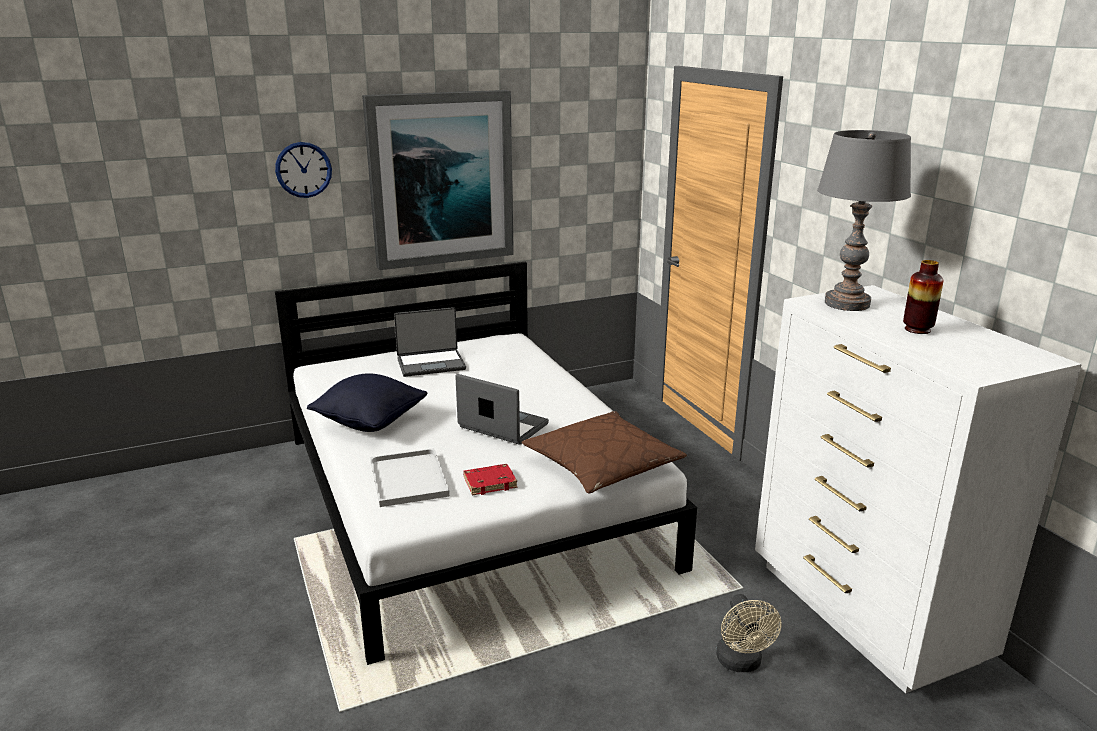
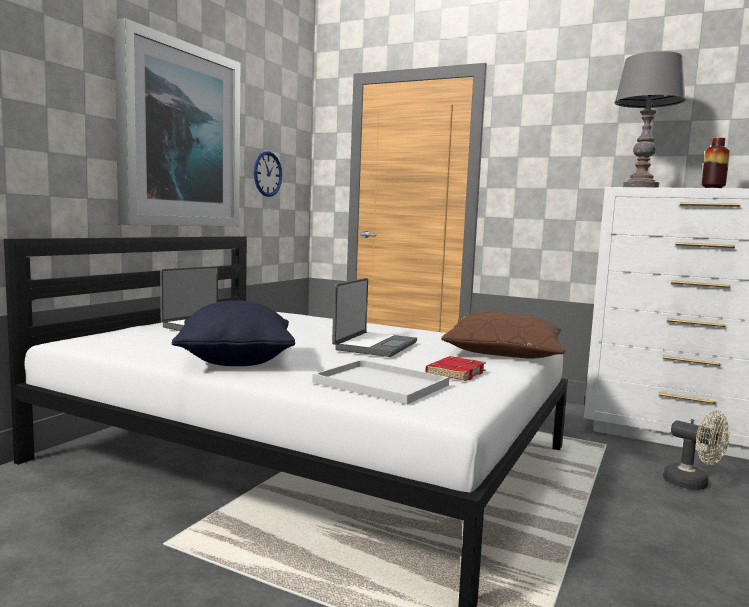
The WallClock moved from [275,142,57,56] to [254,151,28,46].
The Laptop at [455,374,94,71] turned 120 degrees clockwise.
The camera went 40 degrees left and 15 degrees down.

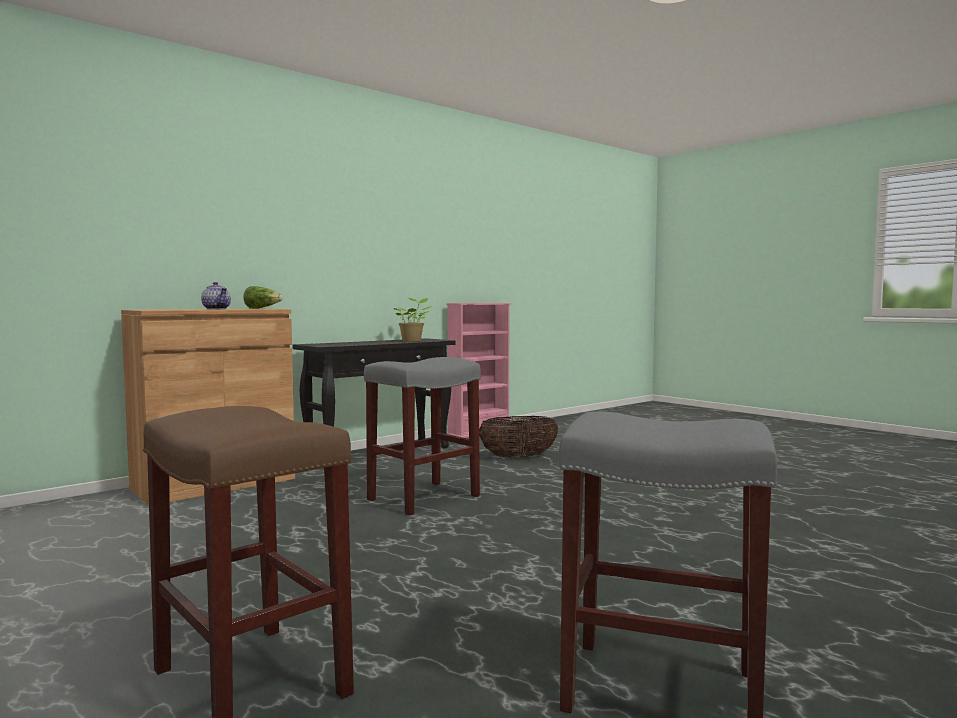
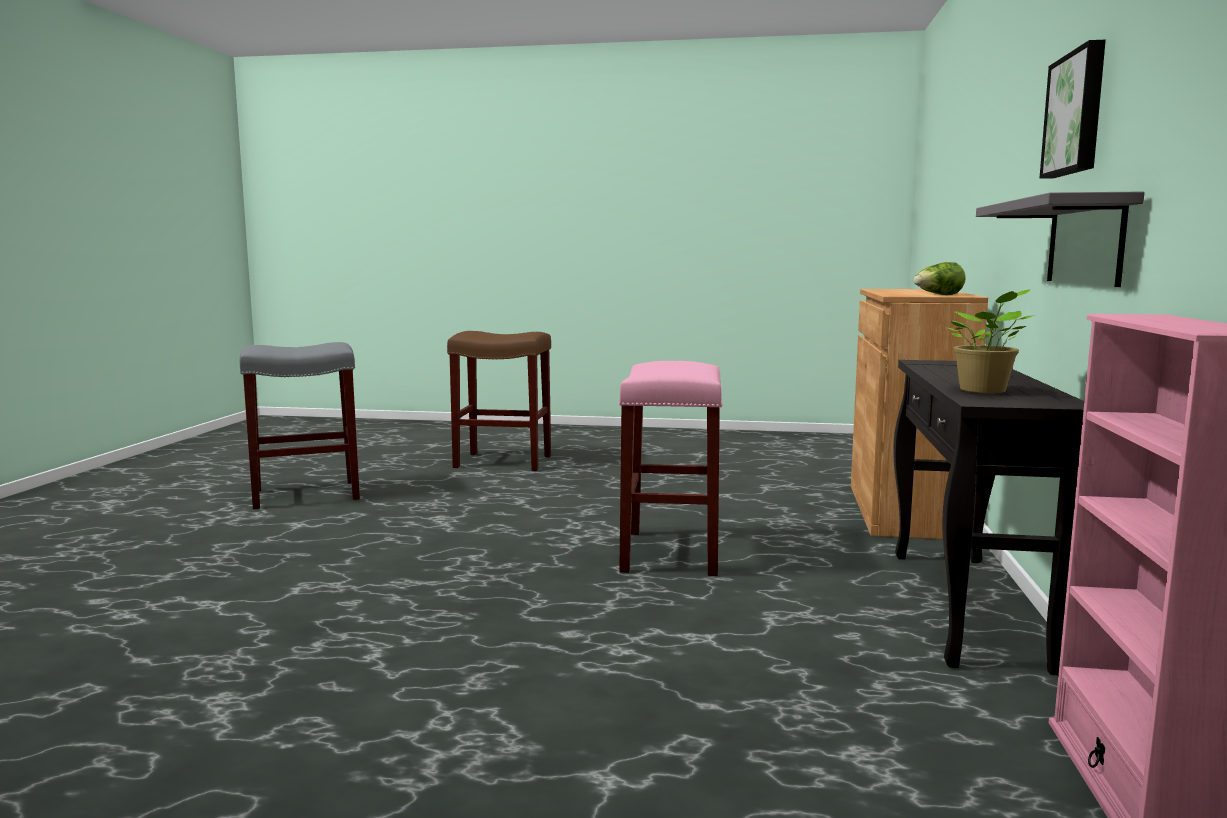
The Teapot at [201,282,30,27] disappeared.
The Basket at [479,416,80,42] disappeared.
The GreyShelf at [976,192,168,95] appeared.
The Picture at [1040,40,66,139] appeared.
The GreyStool at [364,357,117,159] became the PinkStool at [619,361,104,215].
The camera went 140 degrees right and 5 degrees up.

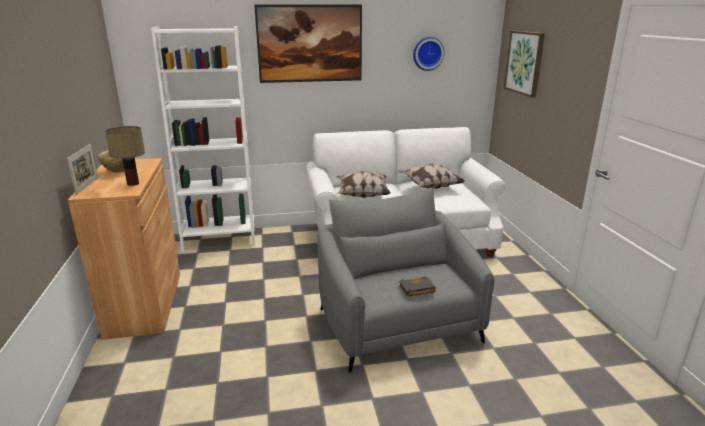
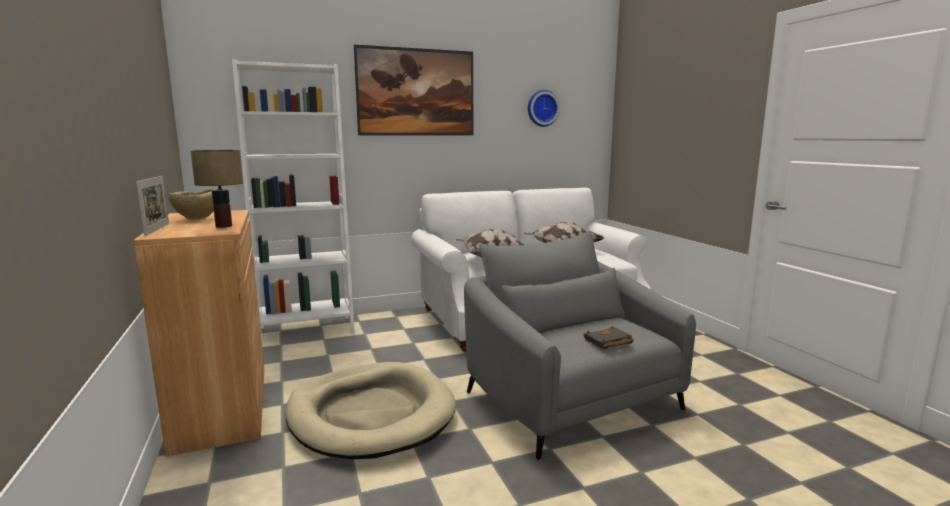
The Picture at [504,31,41,67] disappeared.
The BeigeDogBed at [285,362,171,98] appeared.
The camera went 10 degrees left and 10 degrees down.

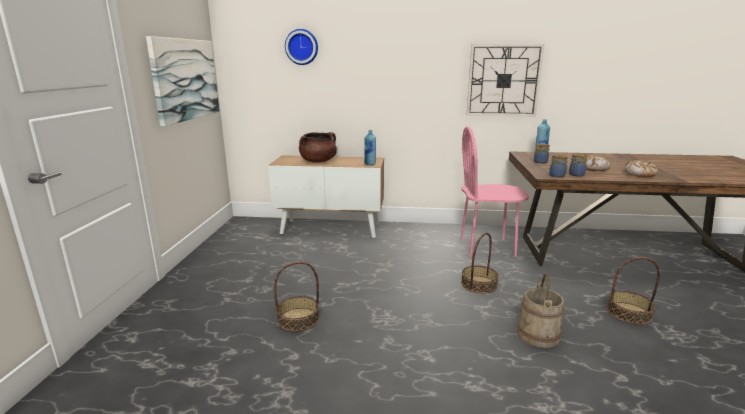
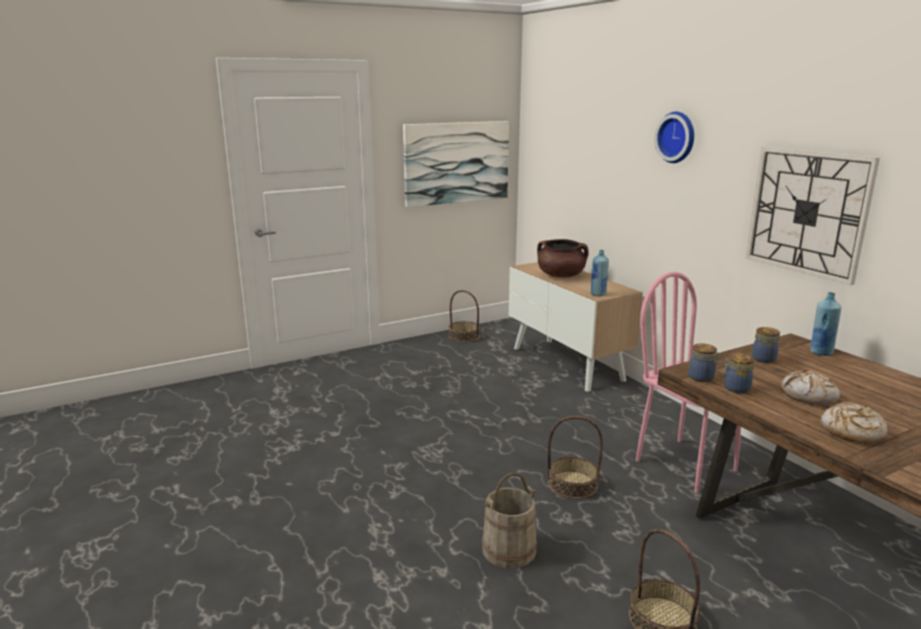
The Basket moved from [274,261,45,71] to [449,290,31,52].
The WallClock moved from [285,29,33,36] to [654,112,40,51].
The camera went 55 degrees right and 0 degrees up.

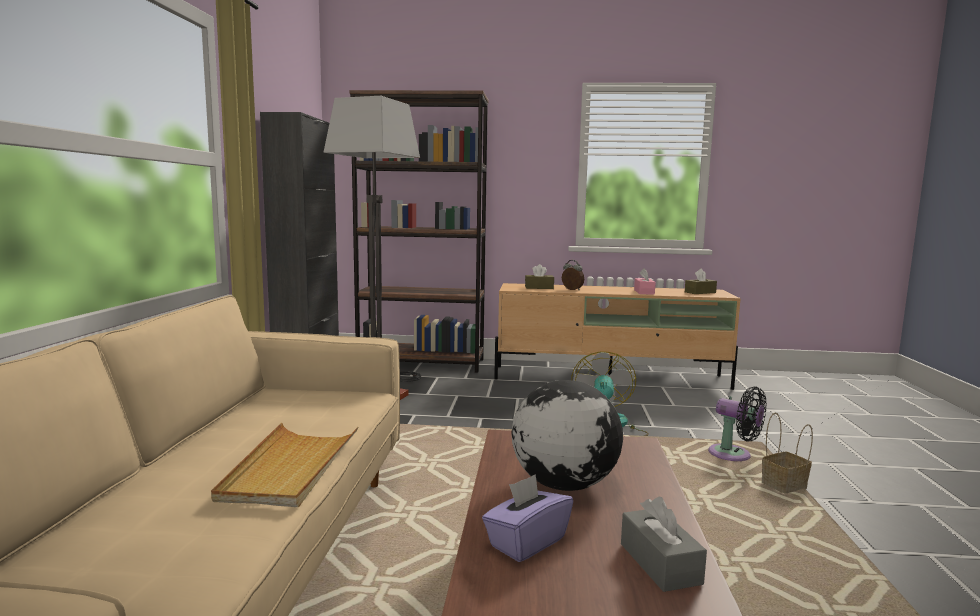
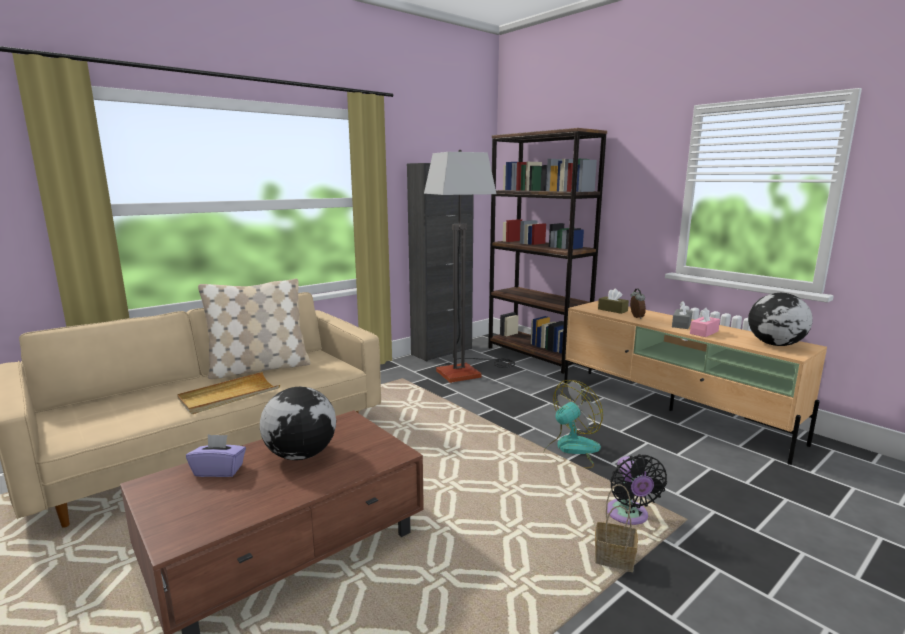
The BeigePillow at [198,279,112,100] appeared.
The GreyTissueBox moved from [621,497,86,95] to [672,301,21,28].
The BrownTissueBox at [685,269,32,25] was replaced by the Globe at [748,293,65,53].
The camera went 45 degrees right and 5 degrees up.

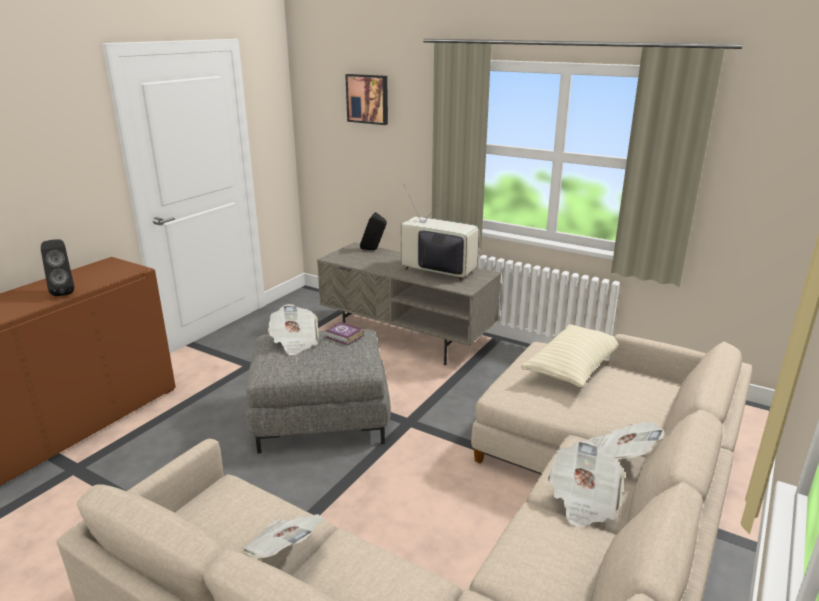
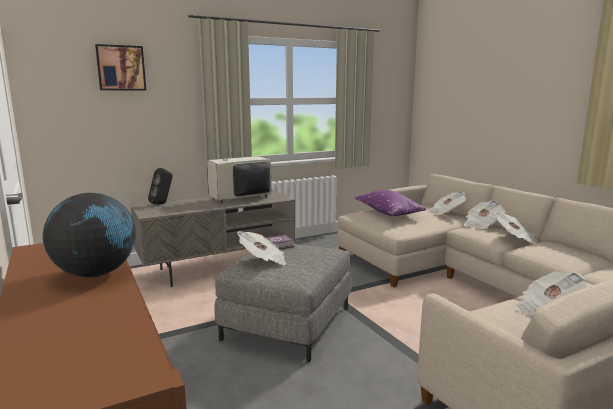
The Newspaper at [427,192,39,23] appeared.
The BlackSpeaker at [41,239,33,57] was replaced by the Globe at [43,193,93,84].
The BeigePillow at [521,325,98,62] became the PurplePillow at [355,190,71,26].
The camera went 60 degrees left and 10 degrees down.

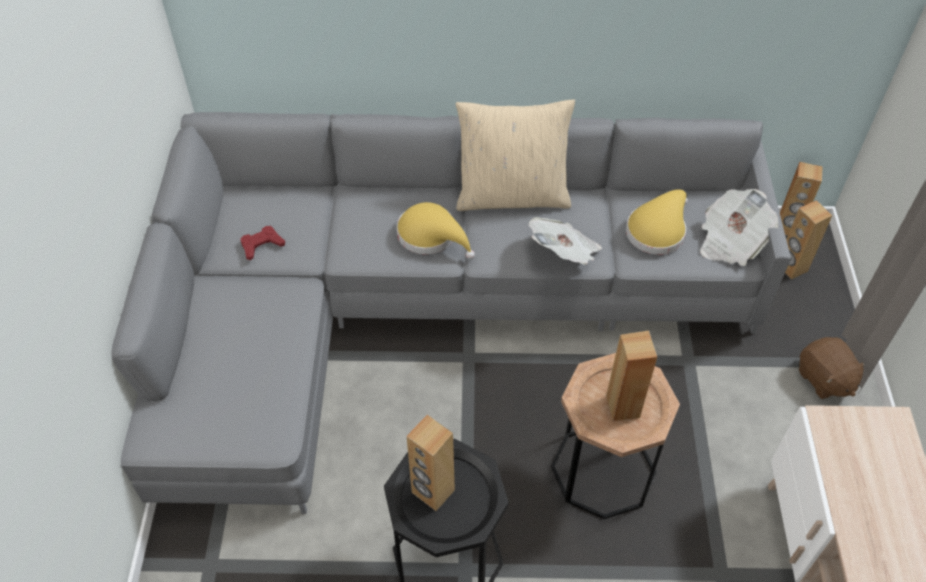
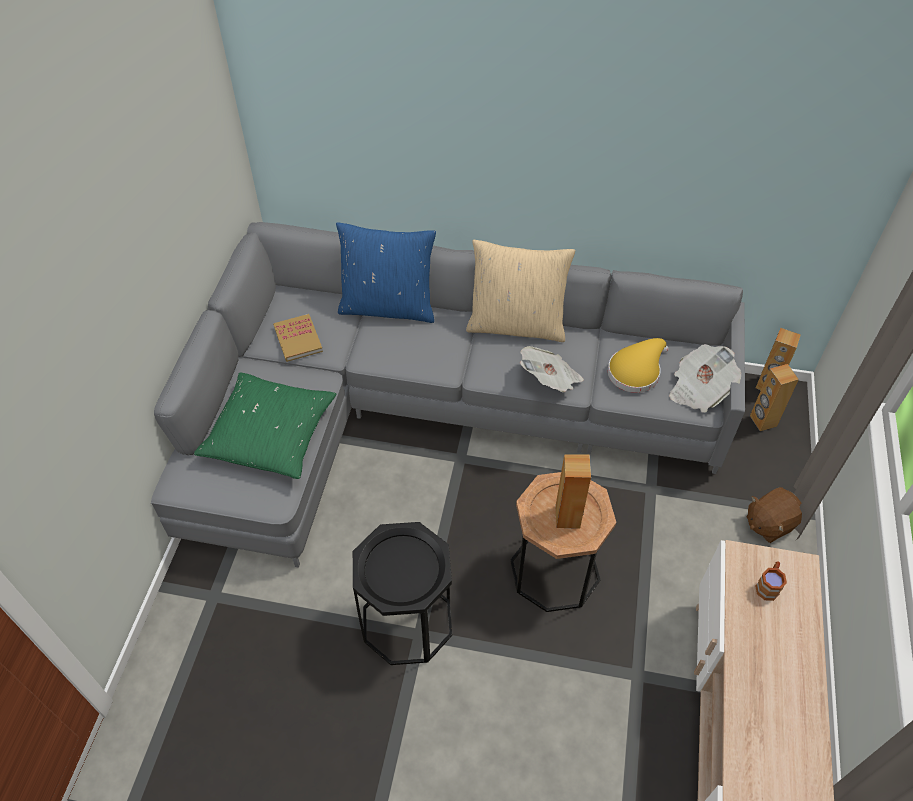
The YellowHat at [397,202,78,57] disappeared.
The BrownSpeaker at [407,415,48,96] disappeared.
The GreenPillow at [194,372,142,107] appeared.
The BluePillow at [336,222,100,101] appeared.
The BrownMug at [756,561,31,40] appeared.
The RedGameController at [241,226,44,34] was replaced by the Book at [273,314,50,48].
The BrownPlushToy at [799,337,65,62] turned 75 degrees clockwise.
The camera went 10 degrees right and 0 degrees up.

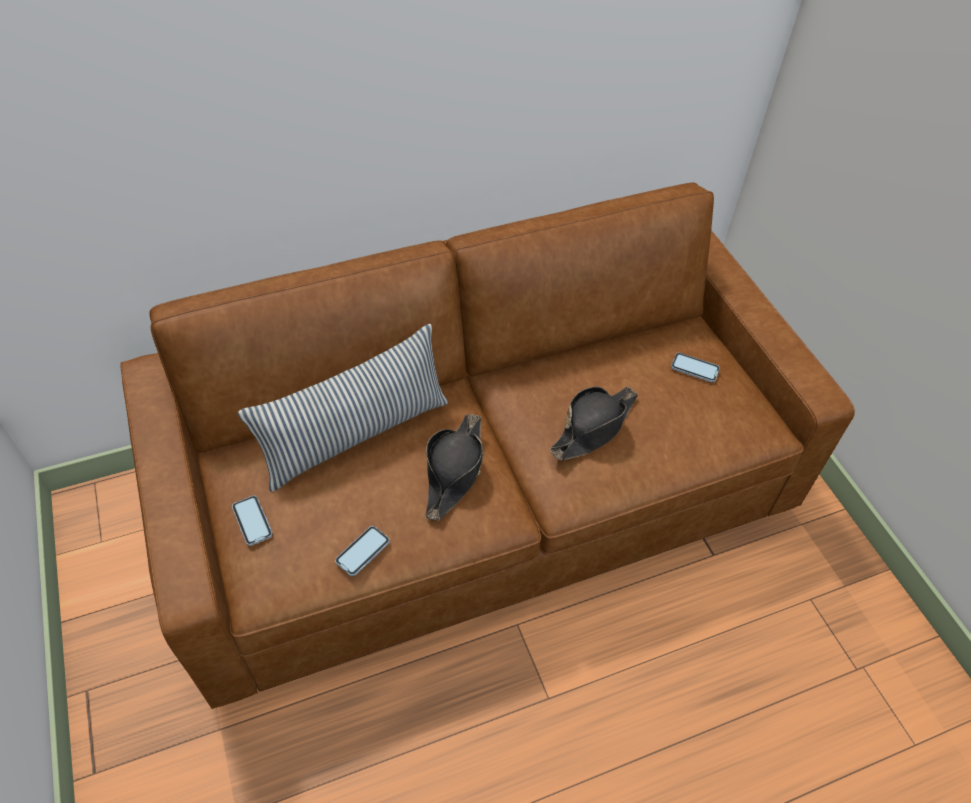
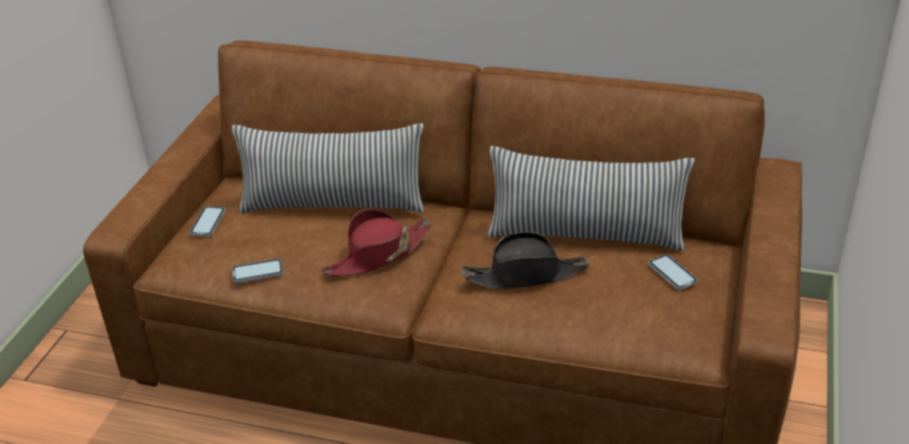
The Pillow at [487,146,208,105] appeared.
The BlackHat at [426,414,57,107] became the RedHat at [322,209,110,67].
The camera went 40 degrees right and 15 degrees down.

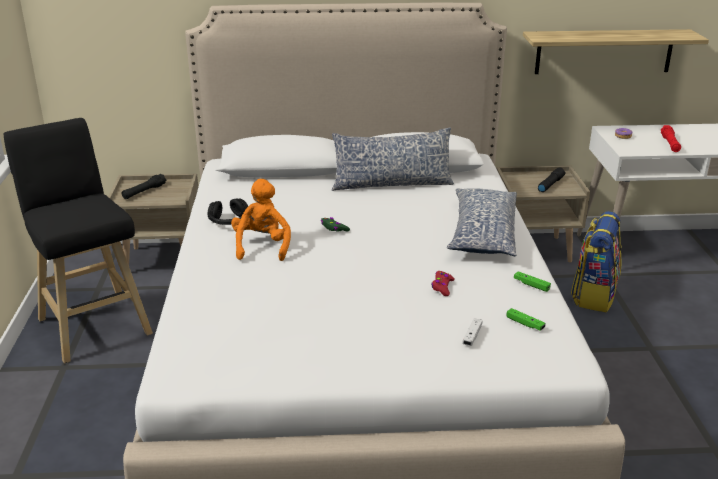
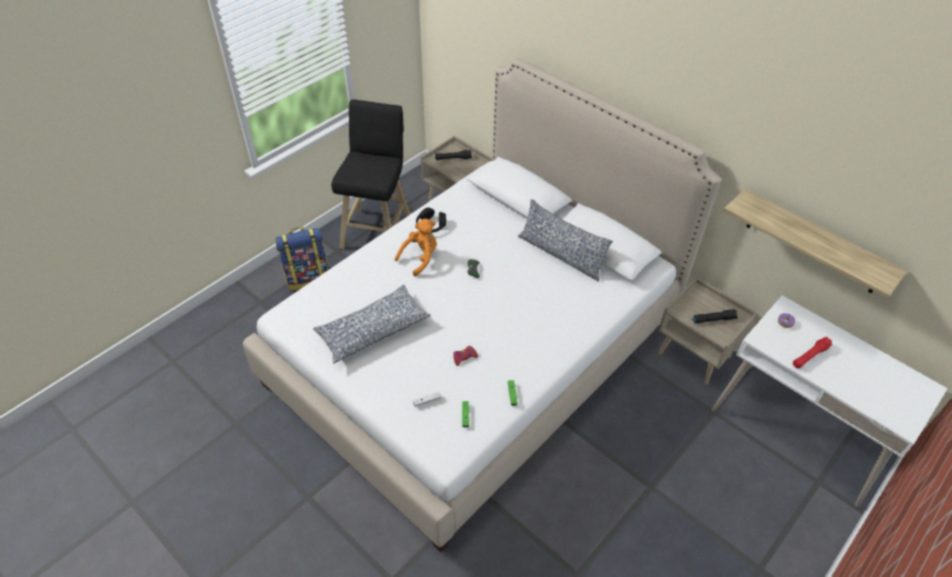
The Pillow moved from [447,188,70,68] to [313,285,118,79].
The Backpack moved from [571,211,51,101] to [276,227,52,64].
The camera went 45 degrees right and 20 degrees up.

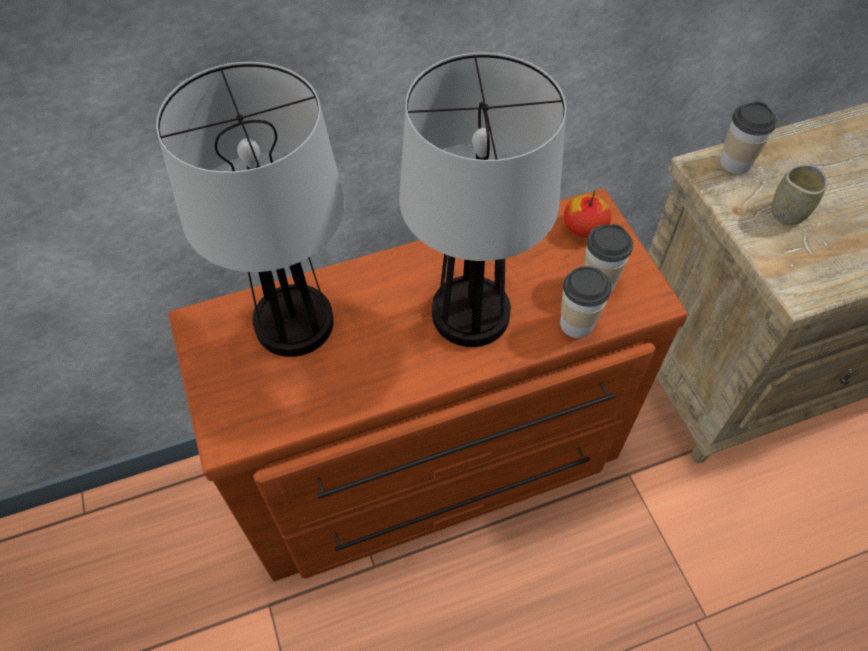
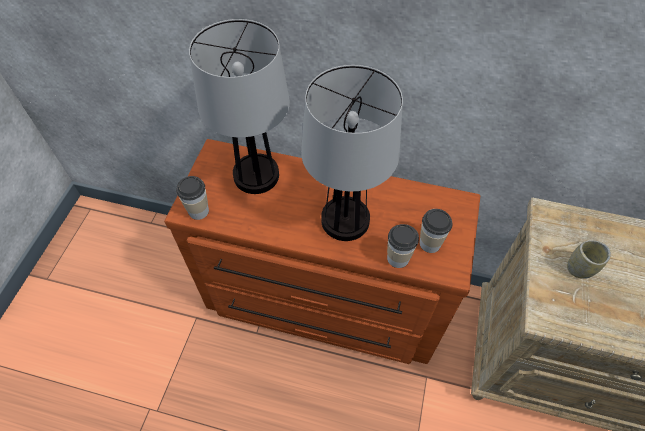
The Apple at [564,191,47,47] disappeared.
The Cup moved from [720,101,57,73] to [176,176,33,44].
The camera went 35 degrees right and 0 degrees up.

